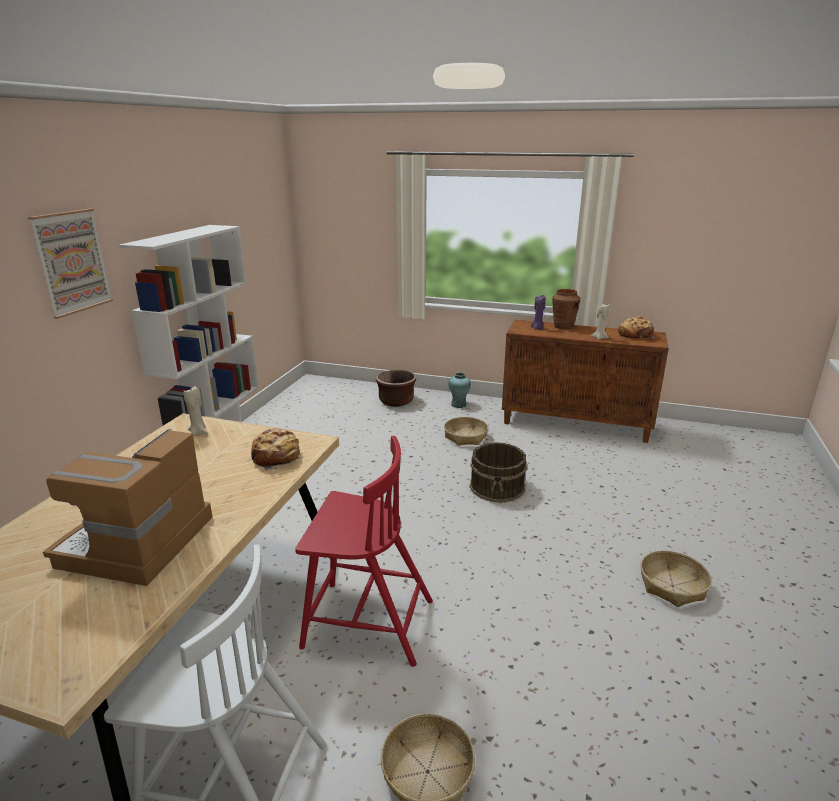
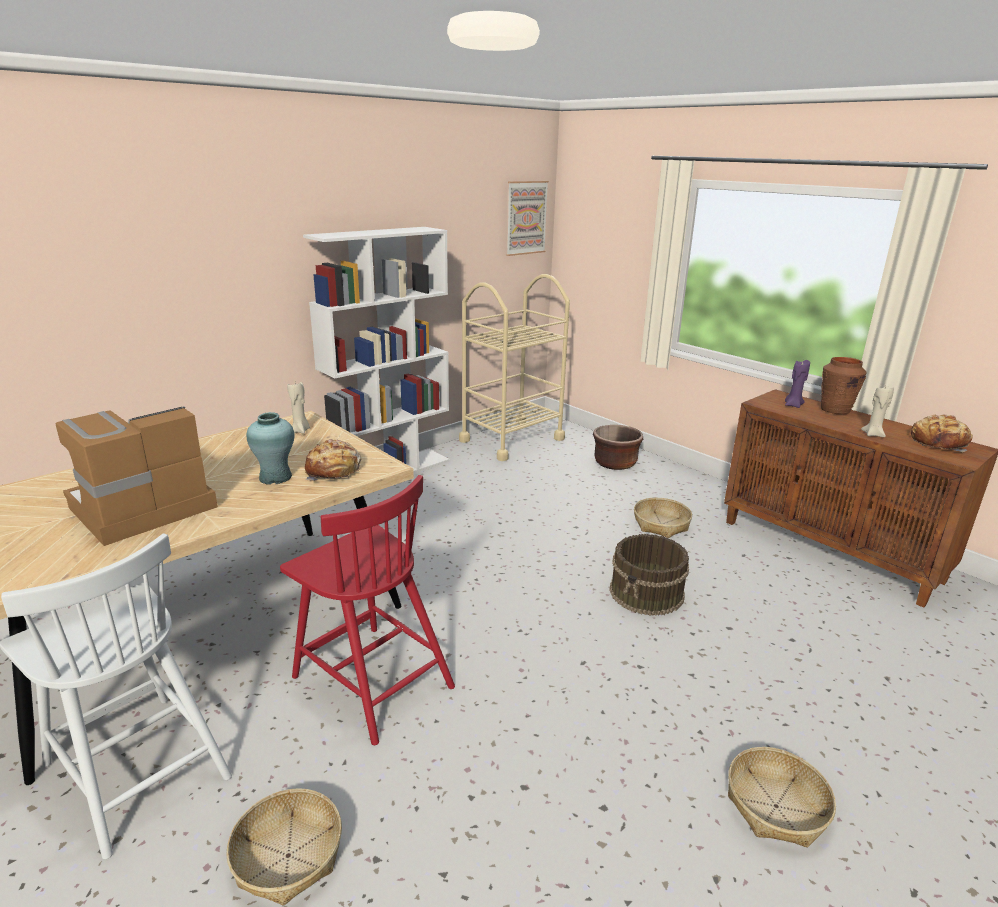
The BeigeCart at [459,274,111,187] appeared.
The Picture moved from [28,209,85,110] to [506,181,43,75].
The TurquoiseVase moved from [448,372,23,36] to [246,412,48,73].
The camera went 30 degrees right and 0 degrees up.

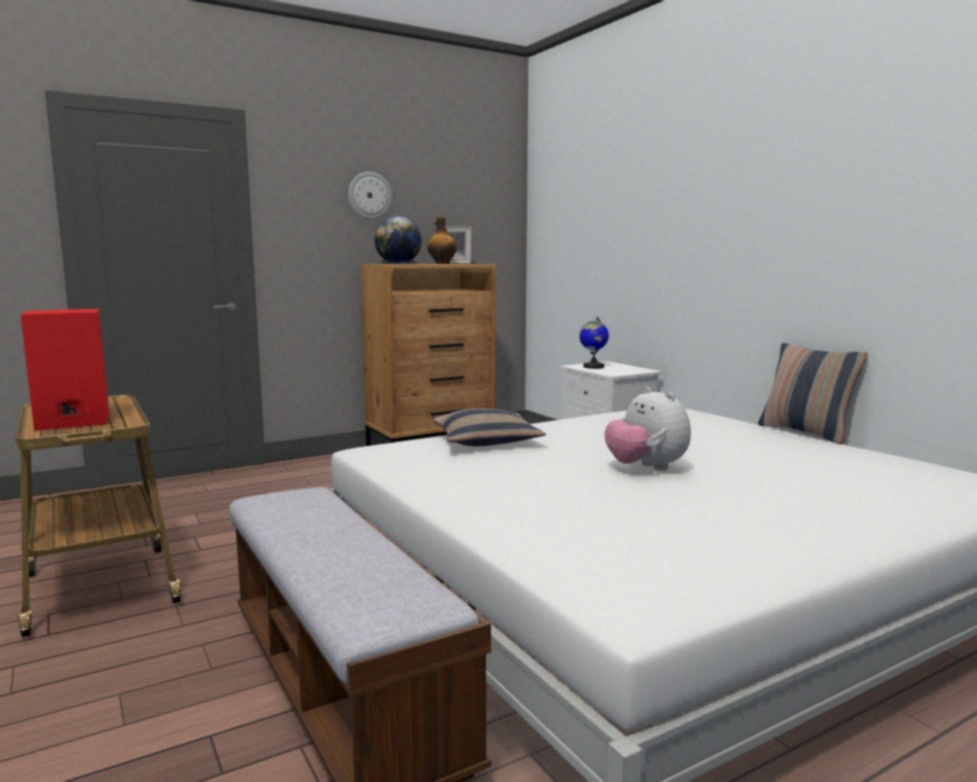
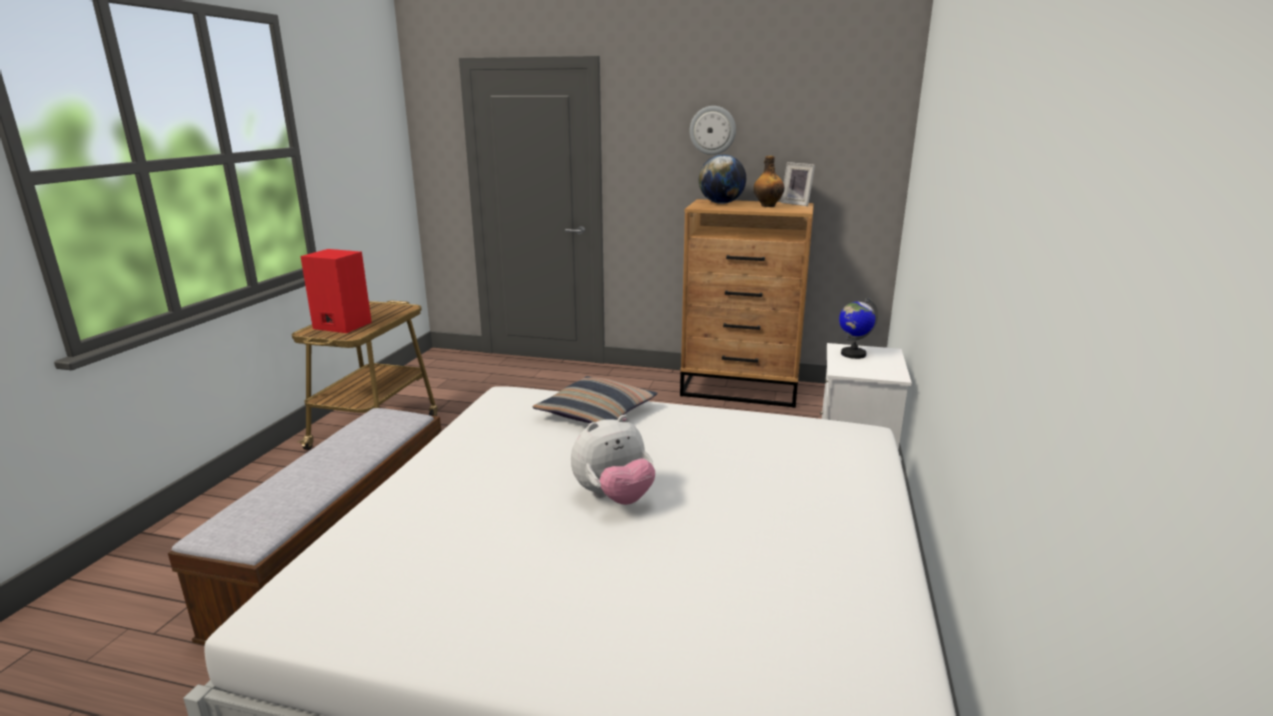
The Pillow at [758,343,110,101] disappeared.
The PlushToy at [605,387,86,84] turned 135 degrees counterclockwise.
The camera went 45 degrees right and 10 degrees up.

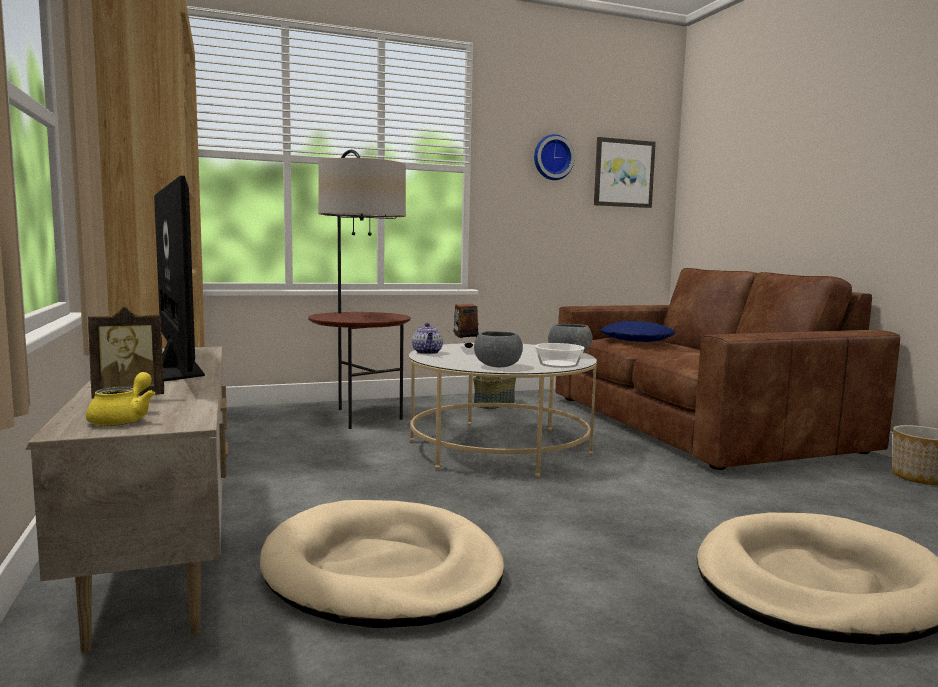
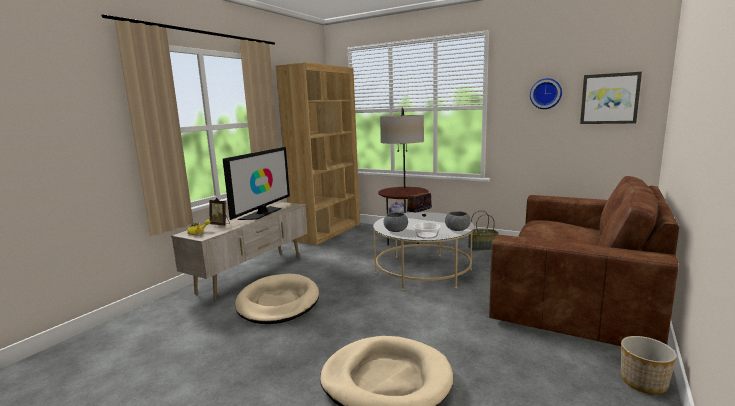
The BluePillow at [601,321,75,21] disappeared.
The camera went 50 degrees right and 5 degrees up.

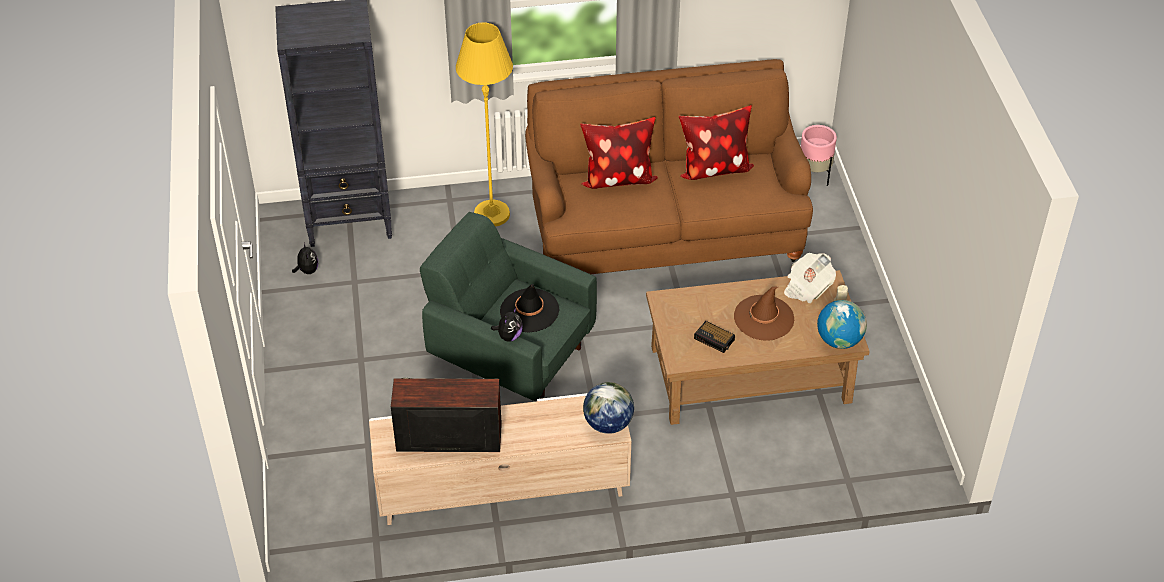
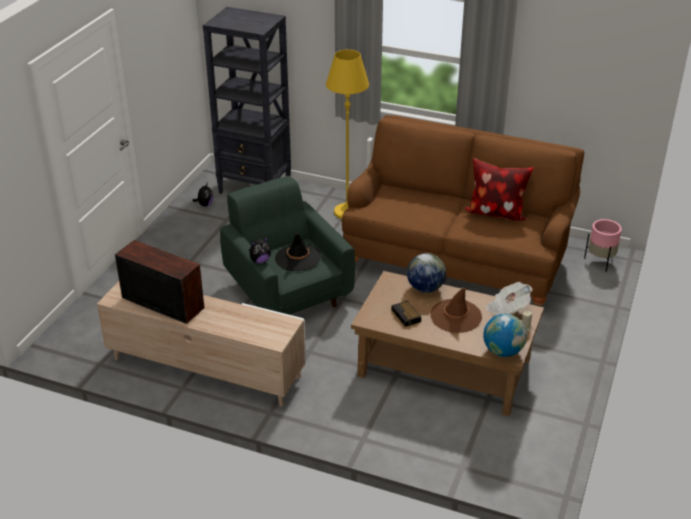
The Pillow at [580,117,78,72] disappeared.
The Globe moved from [583,382,51,52] to [407,253,39,40].
The camera went 30 degrees right and 10 degrees down.

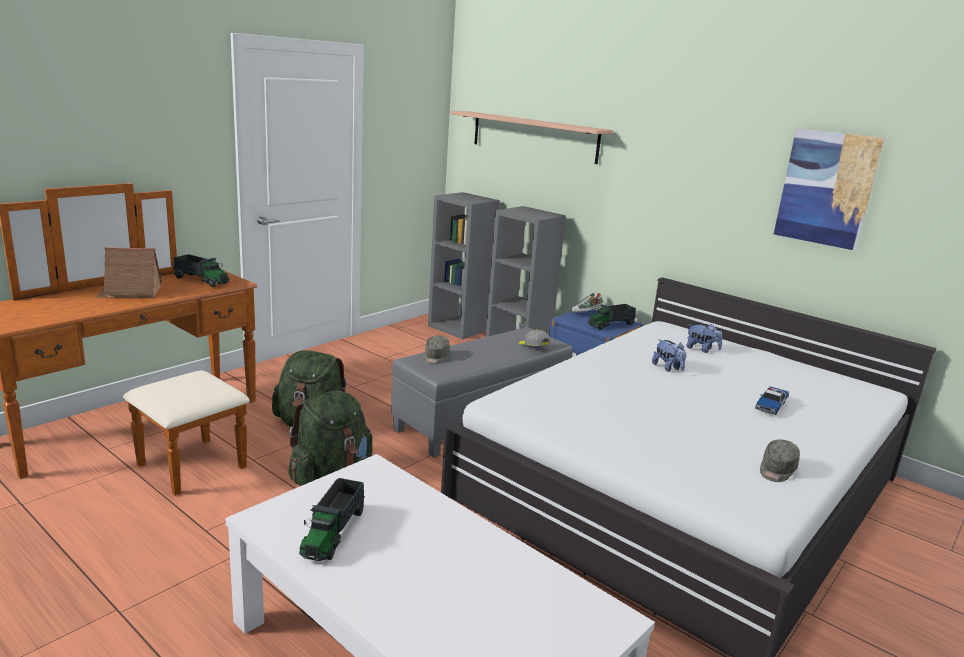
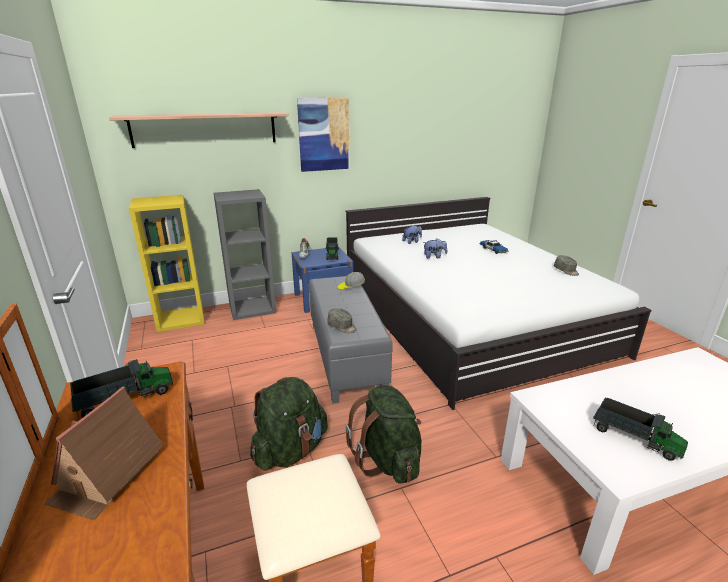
The Picture moved from [774,129,111,122] to [297,98,53,74].
The GreyBookcase at [428,192,72,147] became the YellowBookcase at [129,195,76,137].
The camera went 60 degrees left and 5 degrees up.

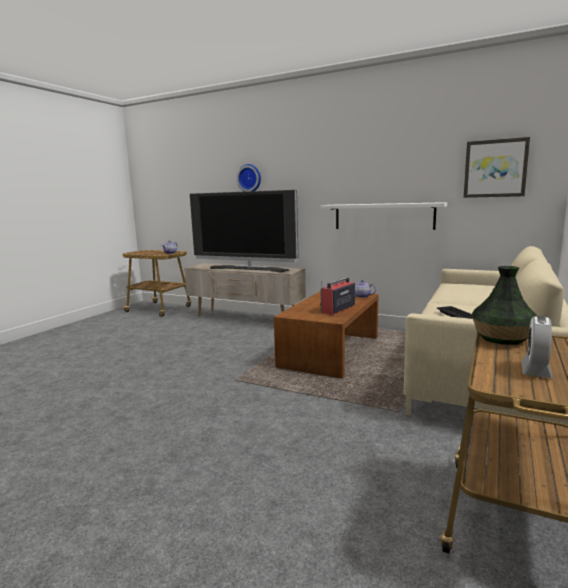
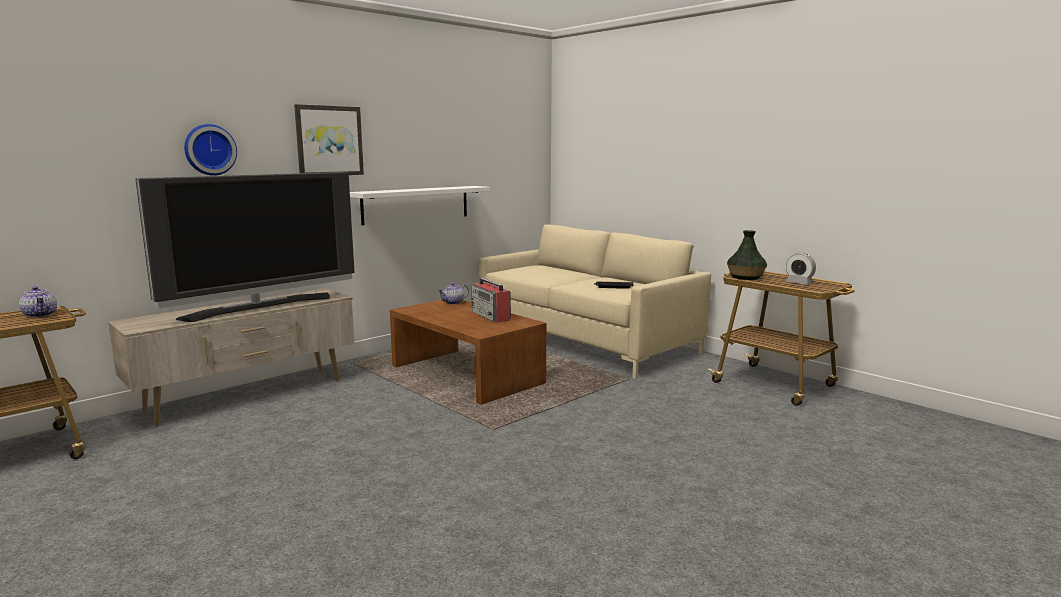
The Picture moved from [464,137,66,61] to [294,104,70,71].
The camera went 70 degrees left and 0 degrees up.

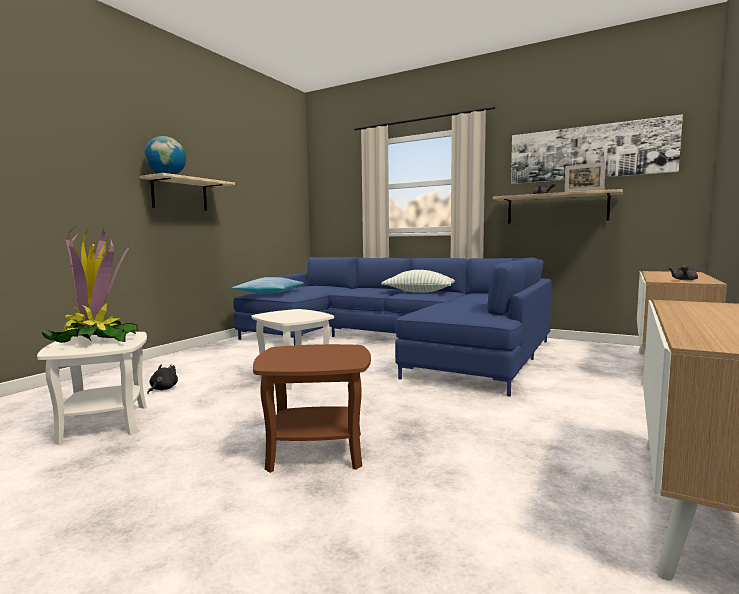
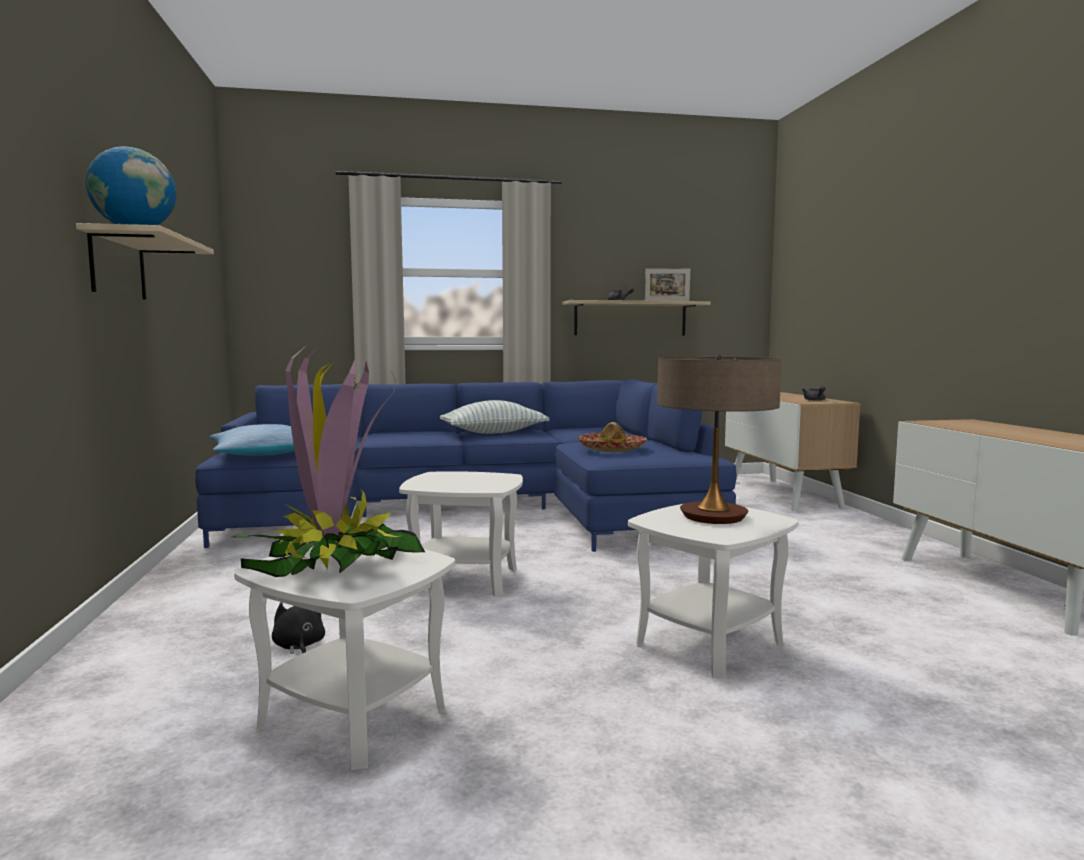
The Picture at [511,114,172,70] disappeared.
The Hat at [578,422,69,30] appeared.
The TableLamp at [657,355,125,169] appeared.
The BrownSideTable at [253,344,118,129] became the WhiteSideTable at [628,504,171,174].
The camera went 40 degrees left and 0 degrees up.

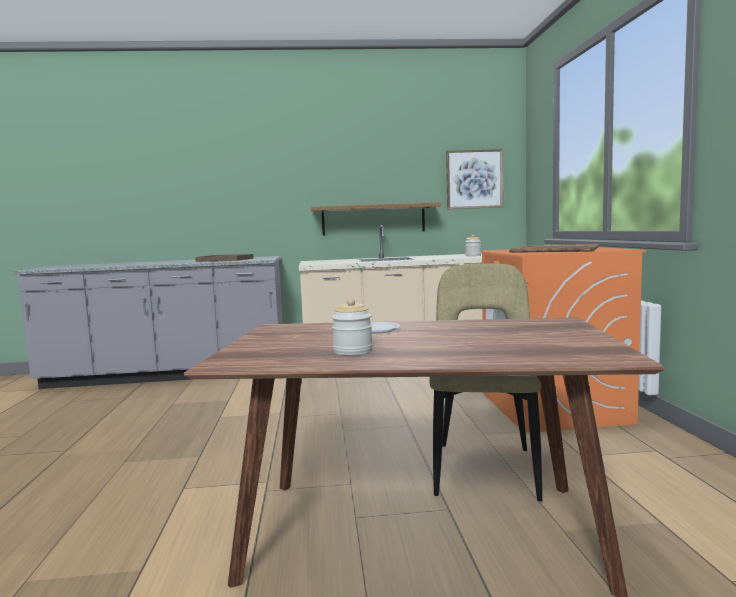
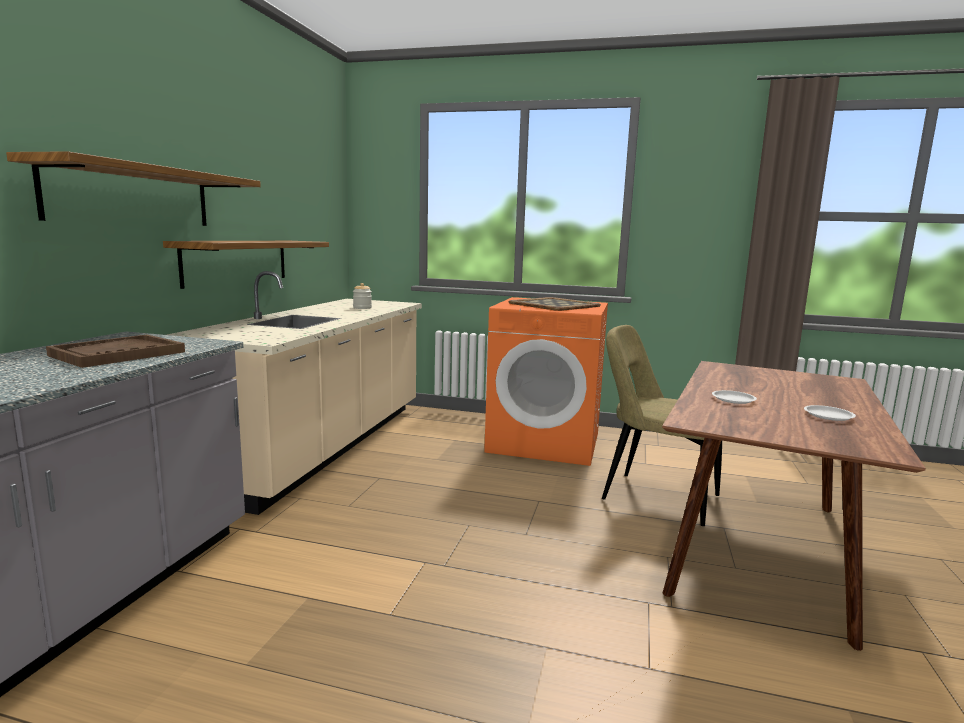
The Picture at [446,149,57,60] disappeared.
The Shelf at [6,151,255,75] appeared.
The Jar at [332,298,41,58] was replaced by the WhitePlate at [804,405,52,16].
The camera went 70 degrees left and 5 degrees up.

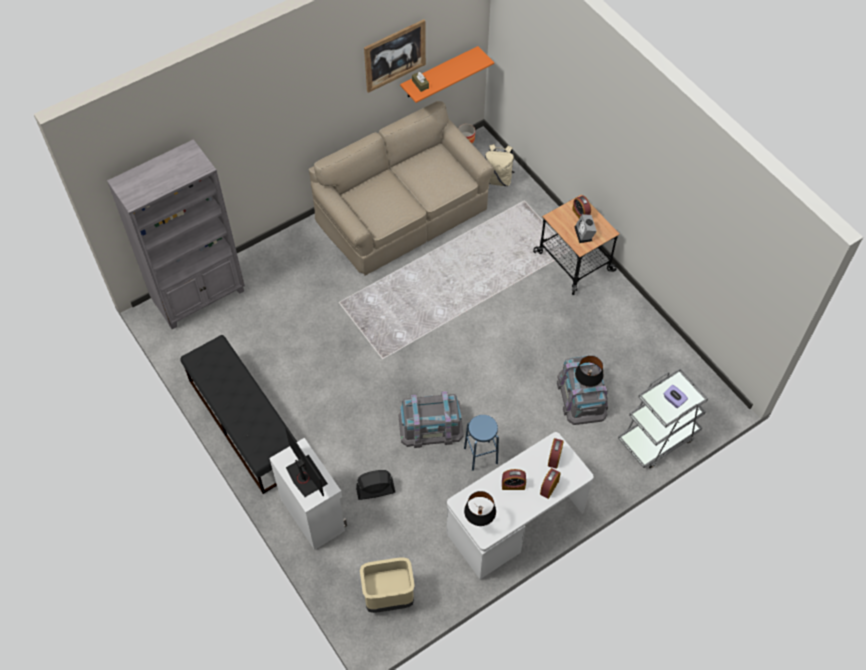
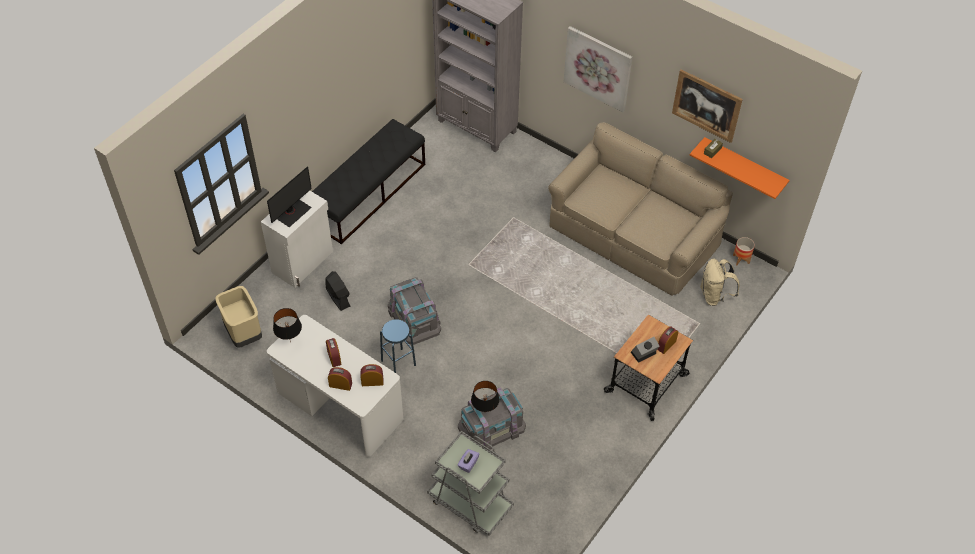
The Picture at [564,26,68,86] appeared.
The camera went 70 degrees right and 5 degrees down.

